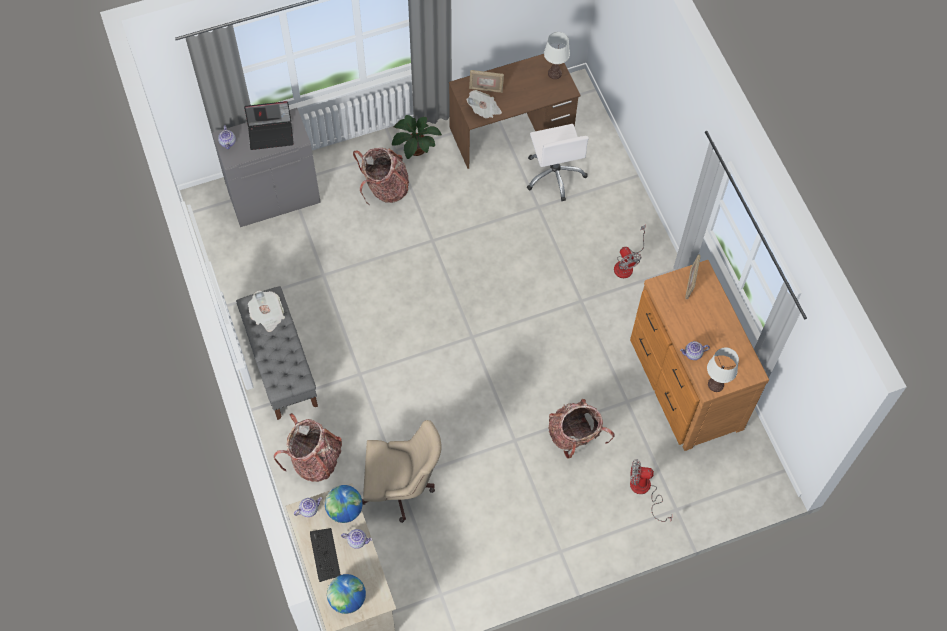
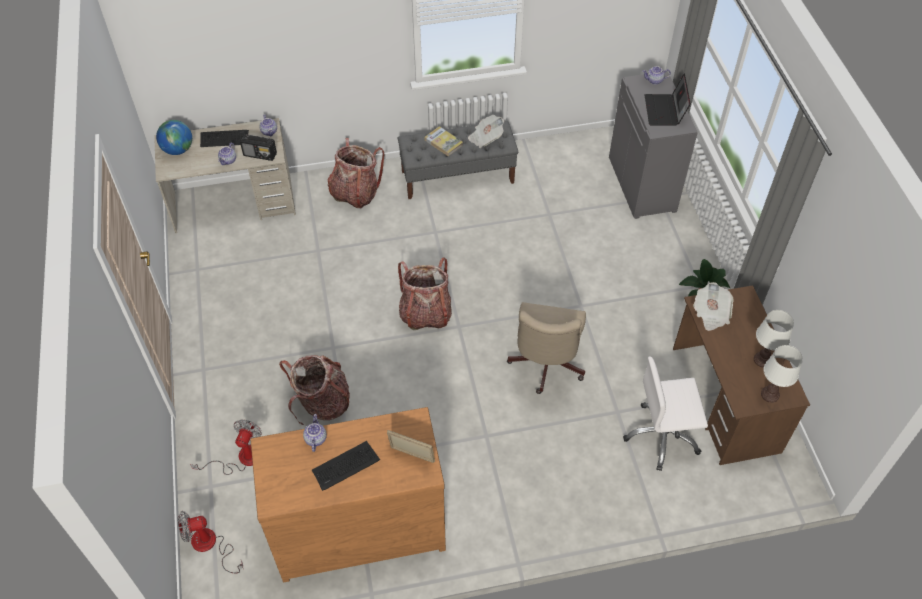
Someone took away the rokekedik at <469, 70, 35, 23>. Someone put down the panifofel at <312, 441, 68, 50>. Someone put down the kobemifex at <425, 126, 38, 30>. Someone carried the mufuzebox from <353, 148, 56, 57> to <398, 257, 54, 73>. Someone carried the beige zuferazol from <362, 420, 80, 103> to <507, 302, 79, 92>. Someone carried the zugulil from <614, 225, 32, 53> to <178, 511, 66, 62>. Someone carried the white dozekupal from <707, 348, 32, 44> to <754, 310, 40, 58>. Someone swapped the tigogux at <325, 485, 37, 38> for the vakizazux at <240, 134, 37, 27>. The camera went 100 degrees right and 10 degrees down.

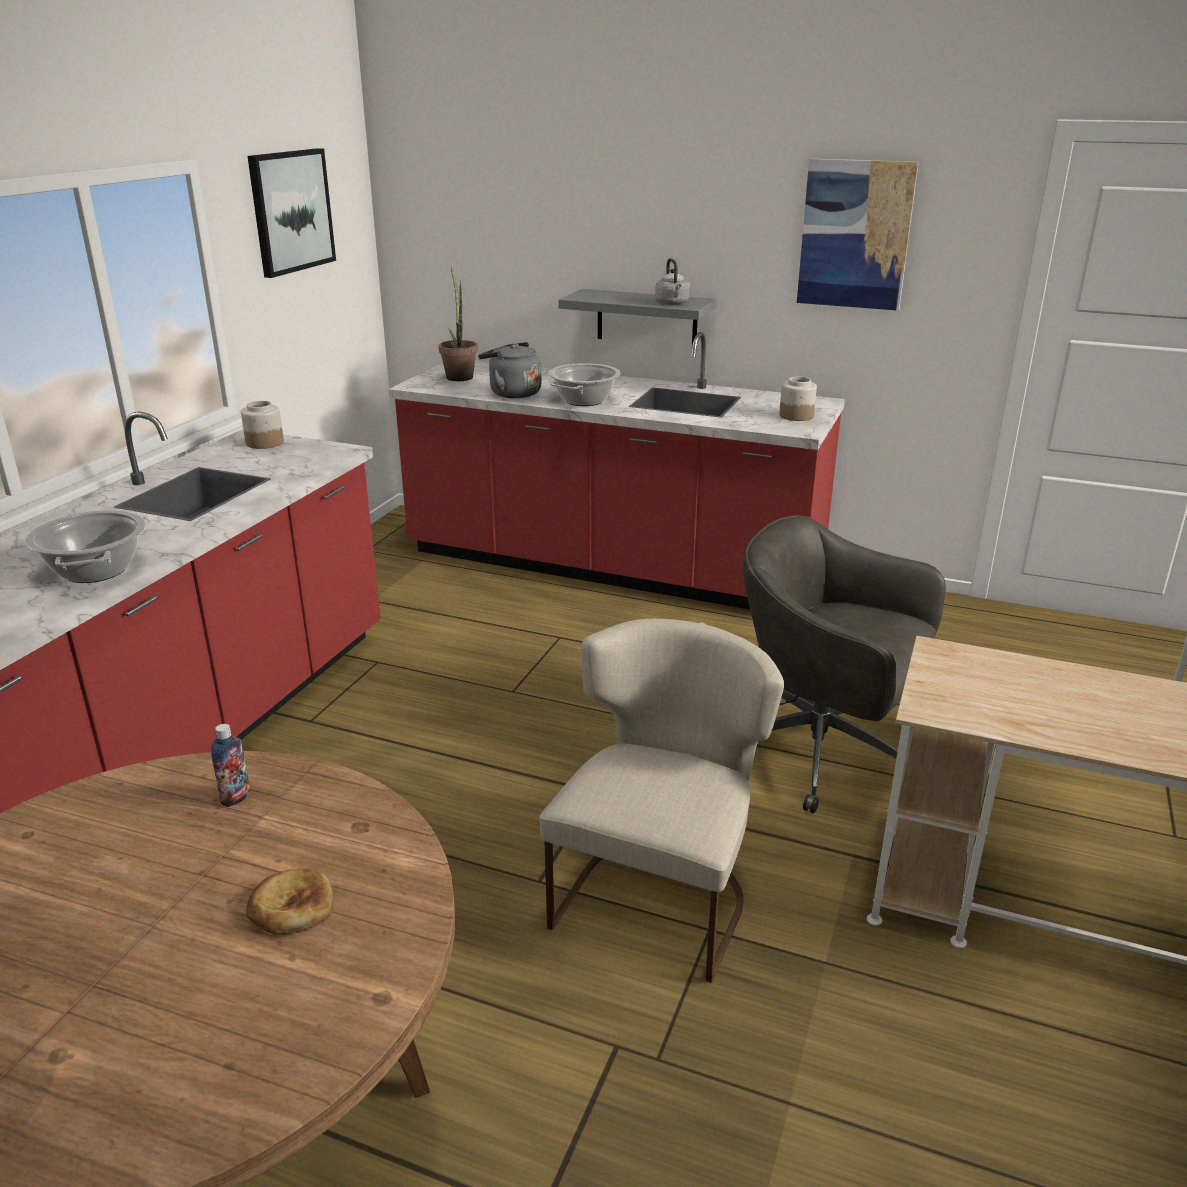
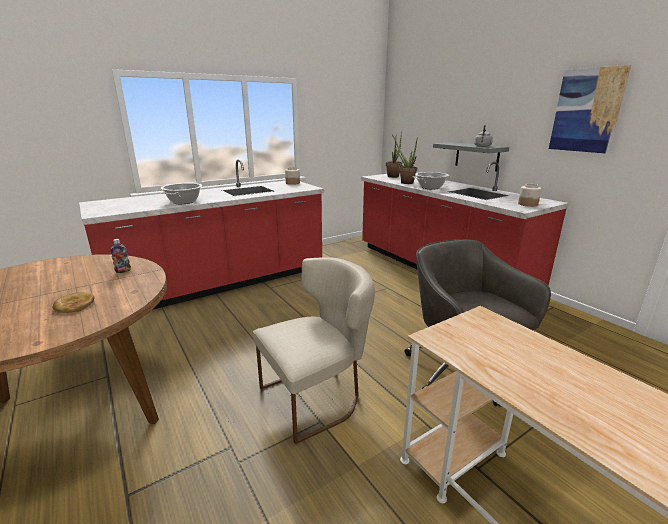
Someone took away the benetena at <247, 148, 89, 130>. Someone swapped the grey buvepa at <478, 342, 63, 56> for the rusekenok at <392, 134, 26, 50>. The camera went 35 degrees right and 5 degrees down.

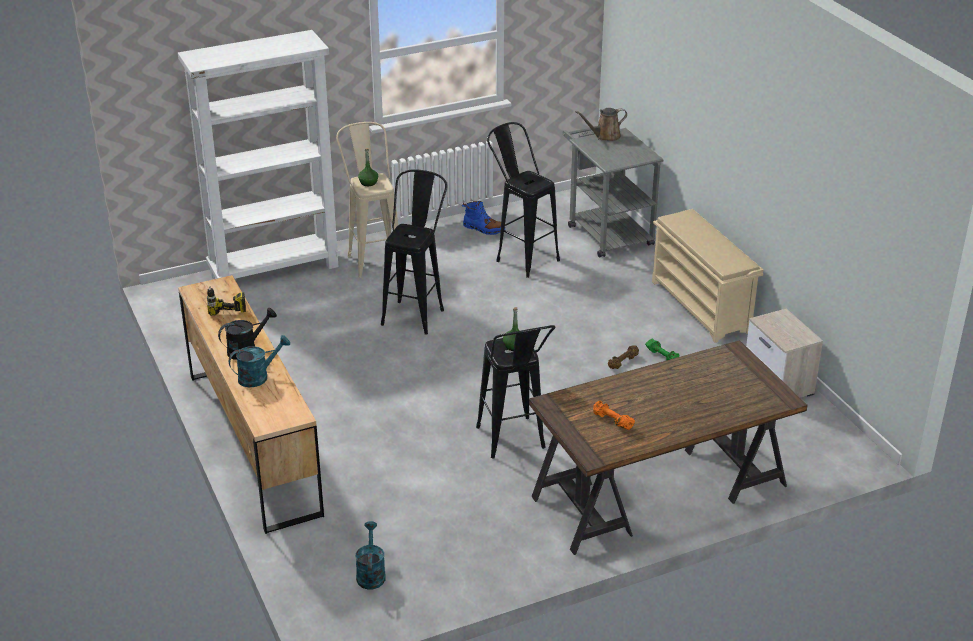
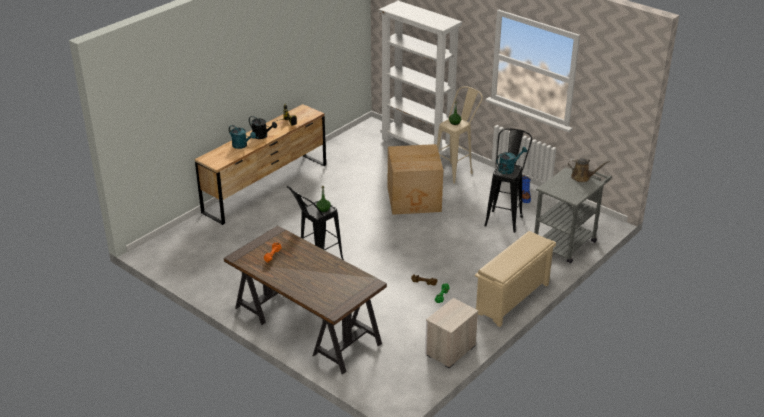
Someone carried the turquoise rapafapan from <356, 521, 30, 69> to <497, 147, 30, 27>. Someone swapped the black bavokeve at <381, 169, 66, 166> for the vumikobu at <388, 144, 55, 71>. Someone rotated the brown rapafapan at <575, 108, 52, 33> by 150 degrees clockwise. The camera went 65 degrees right and 0 degrees up.

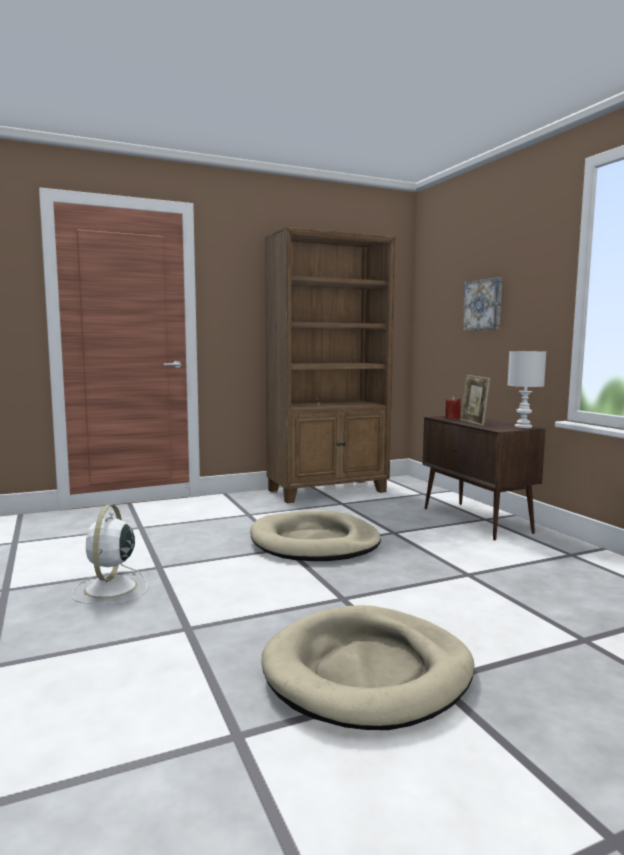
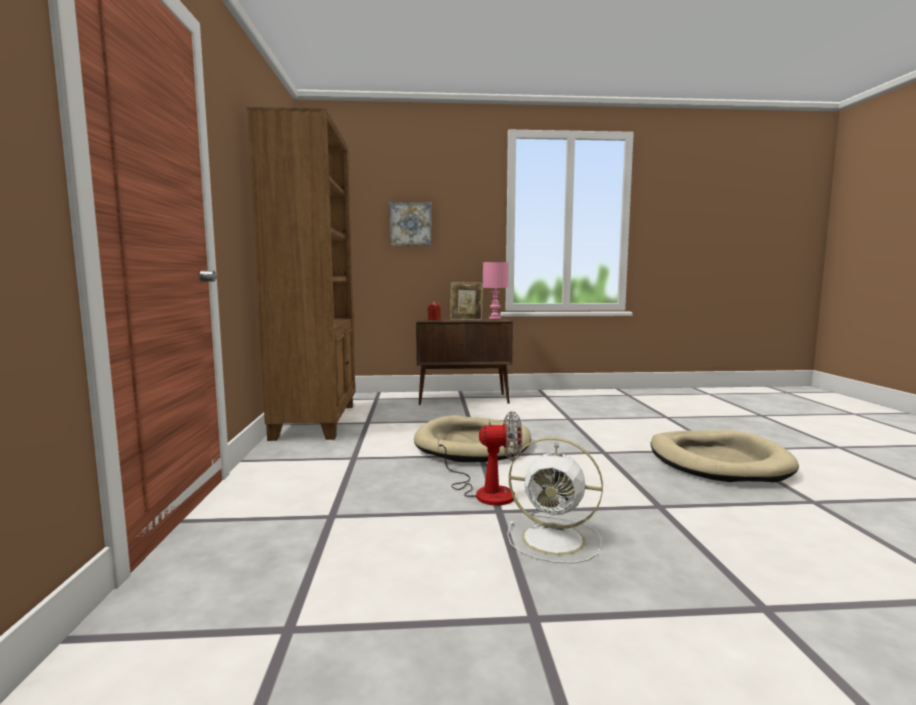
Someone put down the zugulil at <438, 411, 84, 95>. Someone repainted the white dozekupal at <508, 351, 38, 77>, which became the pink dozekupal at <483, 262, 26, 57>. The camera went 70 degrees left and 0 degrees up.

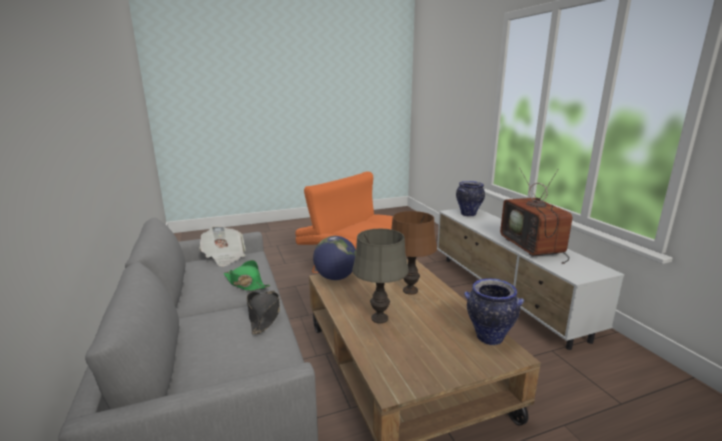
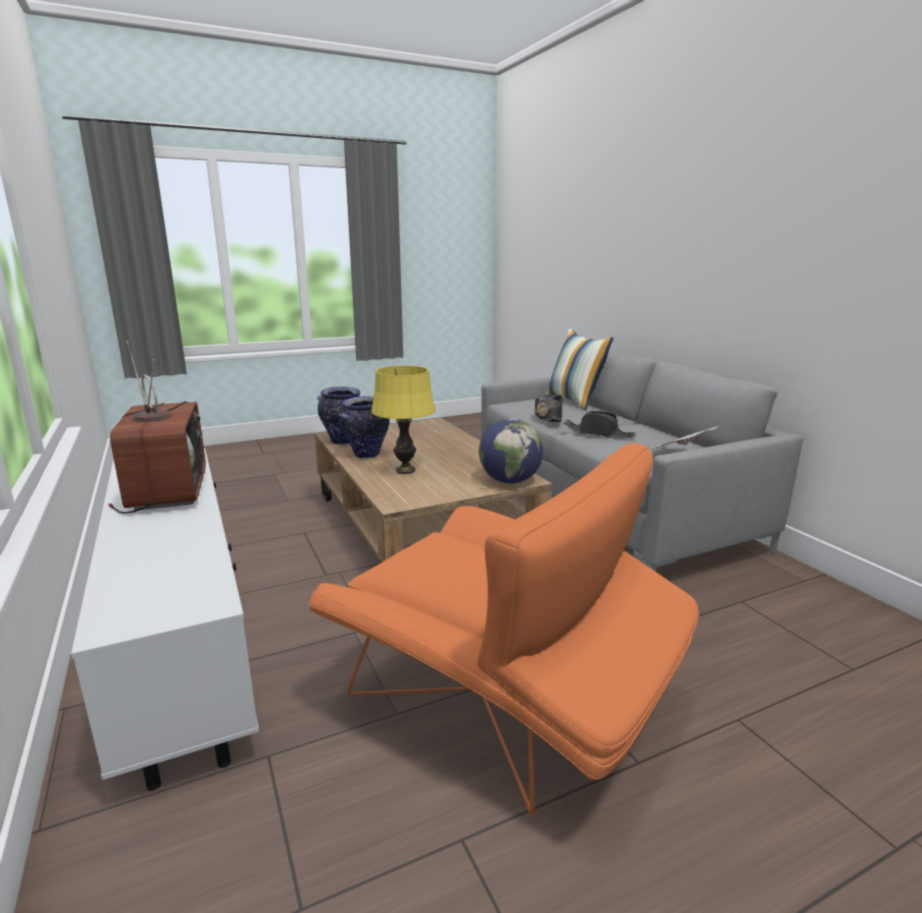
Someone took away the grey dozekupal at <352, 229, 57, 94>. Someone put down the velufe at <546, 329, 68, 81>. Someone carried the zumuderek from <456, 181, 29, 35> to <338, 396, 51, 62>. Someone repainted the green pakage at <224, 260, 46, 31>, which became the black pakage at <564, 411, 72, 28>. Someone repainted the brown dozekupal at <391, 211, 46, 84>, which became the yellow dozekupal at <371, 366, 65, 108>. The camera went 175 degrees right and 0 degrees up.

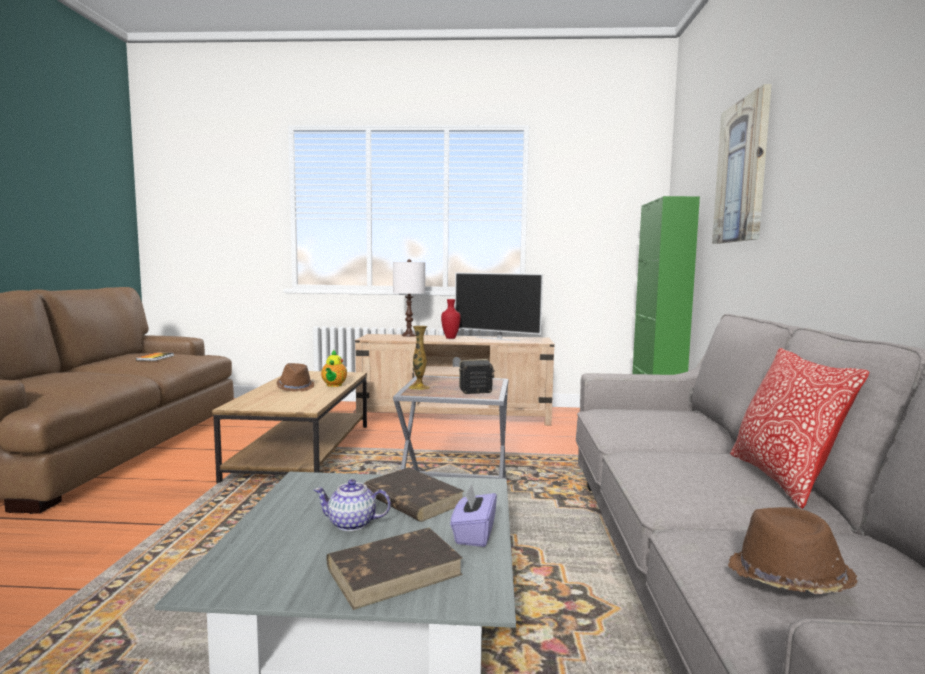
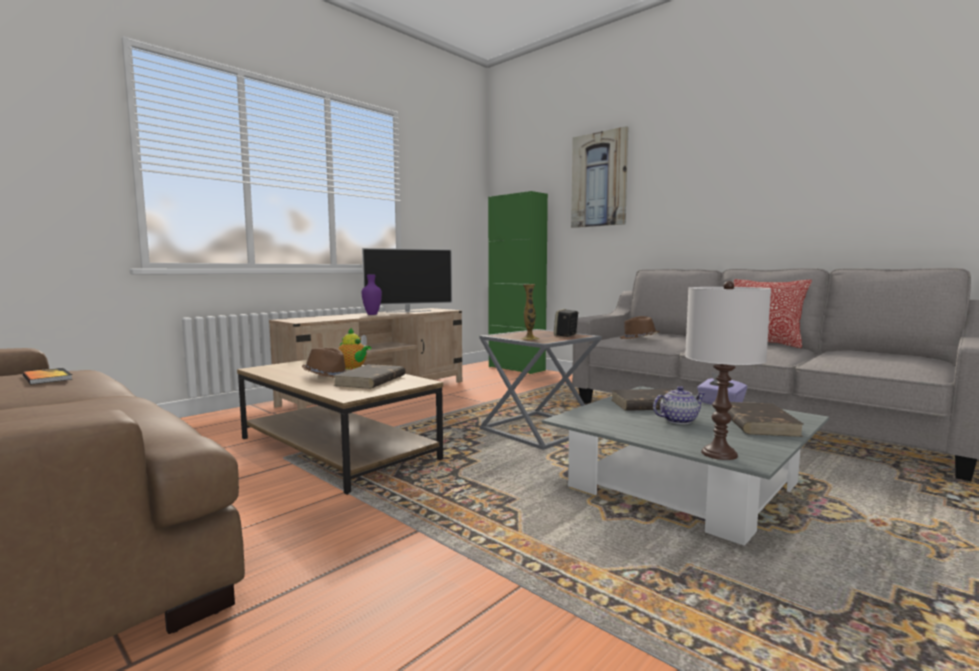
Someone put down the brown kobemifex at <333, 364, 73, 25>. Someone carried the white dozekupal from <393, 259, 32, 78> to <685, 281, 86, 179>. Someone carried the brown pakage from <728, 507, 130, 87> to <620, 316, 39, 23>. Someone repainted the red zumuderek at <441, 299, 20, 40>, which became the purple zumuderek at <362, 275, 20, 40>. Someone rotated the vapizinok at <314, 479, 77, 52> by 150 degrees counterclockwise. The camera went 50 degrees left and 0 degrees up.

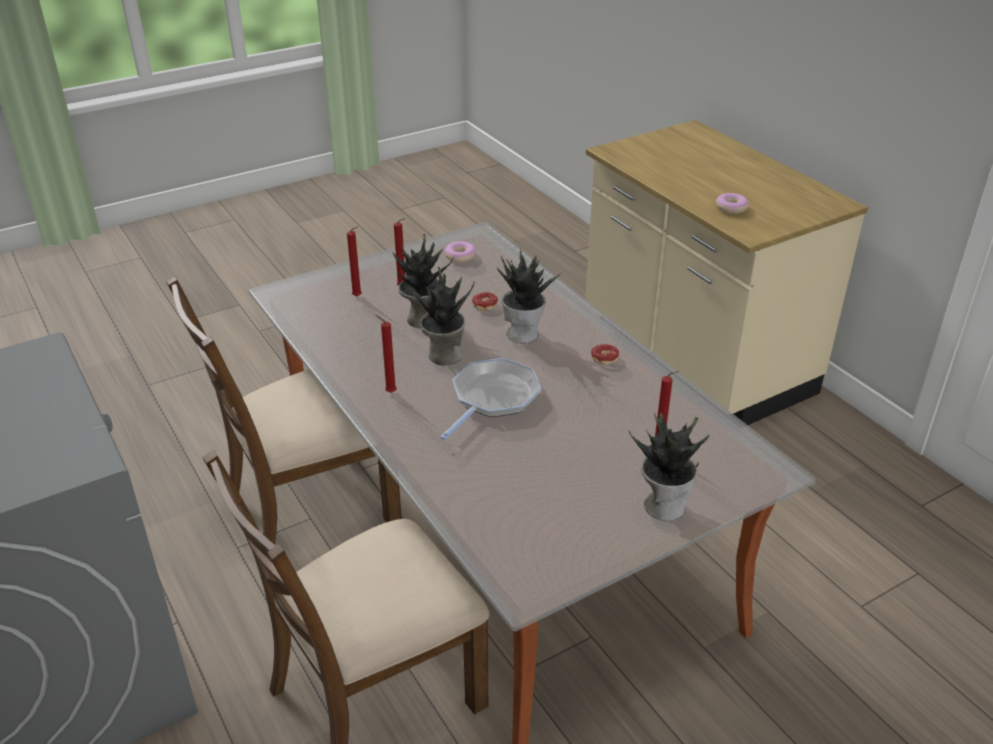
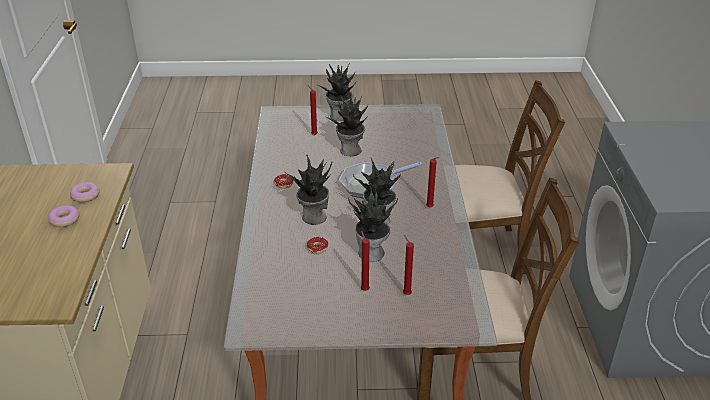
Someone put down the rusekenok at <325, 95, 43, 61>. Someone carried the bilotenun from <444, 241, 32, 22> to <48, 205, 31, 22>. The camera went 150 degrees left and 0 degrees up.

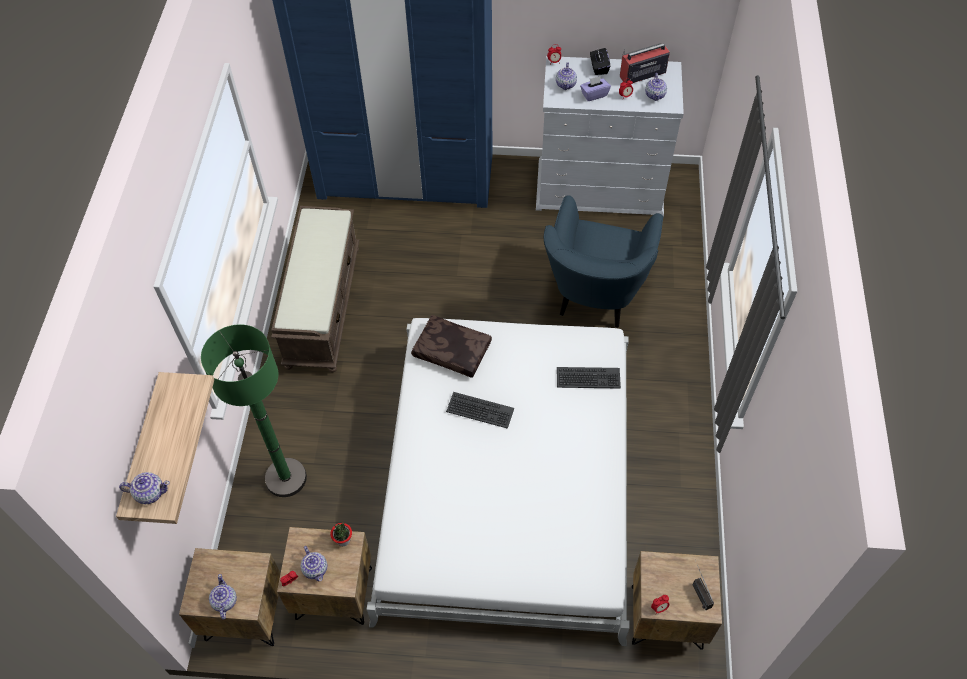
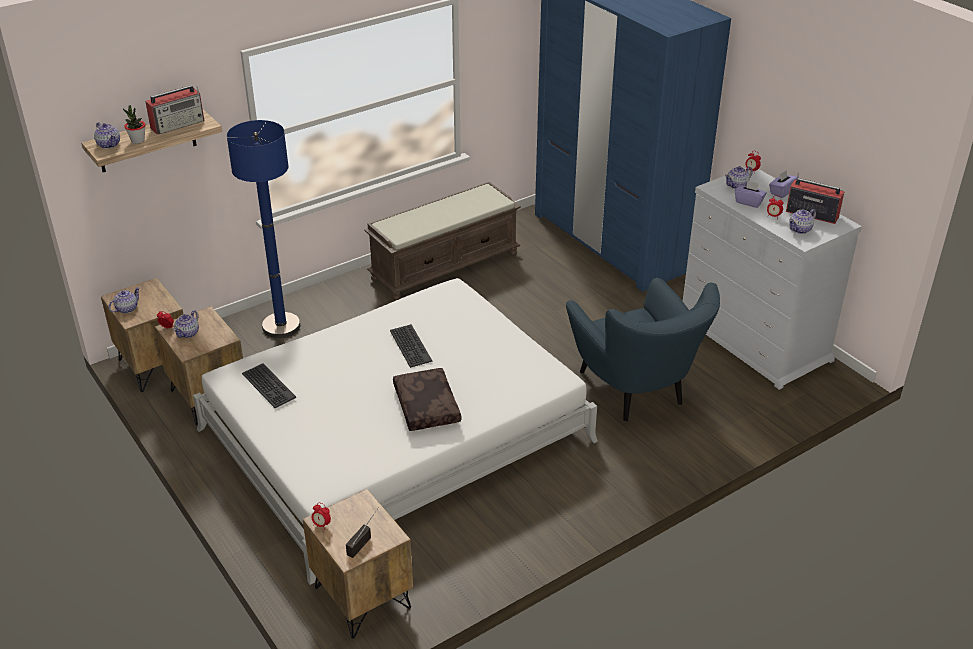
Someone put down the vakizazux at <145, 85, 60, 49>. Someone carried the rusekenok from <330, 523, 22, 23> to <123, 105, 22, 39>. Someone carried the brown velufe from <411, 315, 81, 63> to <393, 368, 68, 63>. Someone carried the panifofel from <557, 367, 64, 22> to <242, 363, 55, 45>. Someone repainted the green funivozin at <201, 324, 106, 173>, which became the blue funivozin at <227, 120, 73, 218>. Someone repainted the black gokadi at <590, 48, 20, 27>, which became the purple gokadi at <769, 170, 30, 28>. Someone rotated the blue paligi at <544, 195, 119, 133> by 90 degrees counterclockwise. The camera went 50 degrees right and 20 degrees down.

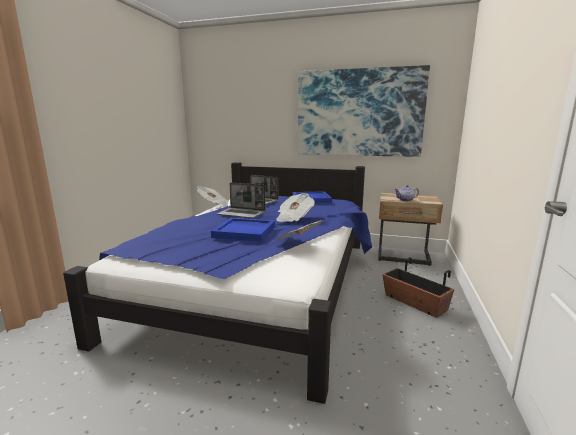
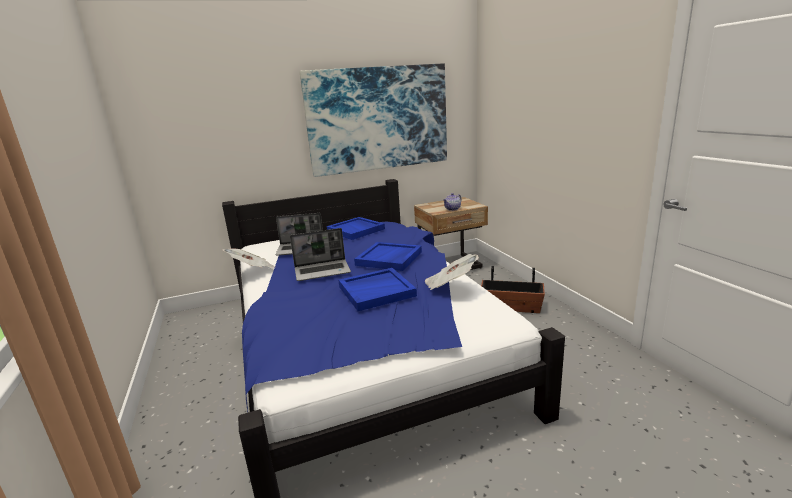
Someone swapped the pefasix at <276, 193, 39, 29> for the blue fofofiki at <354, 242, 68, 29>. The camera went 35 degrees left and 5 degrees up.

